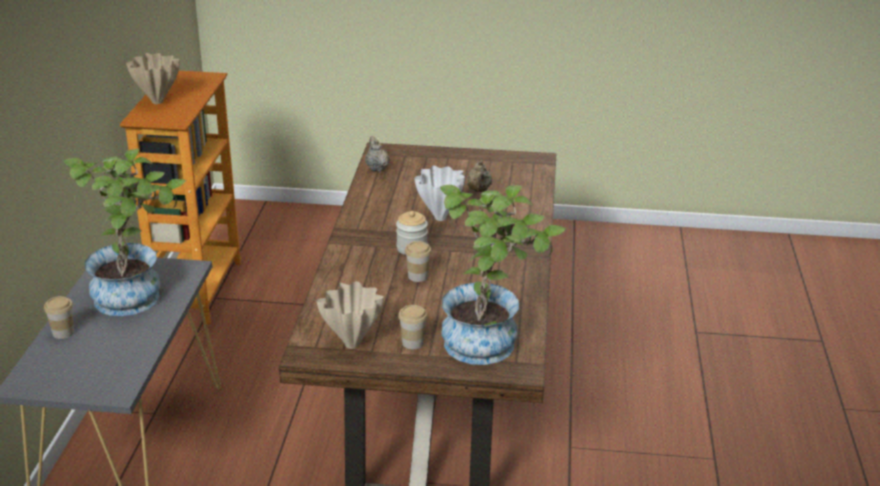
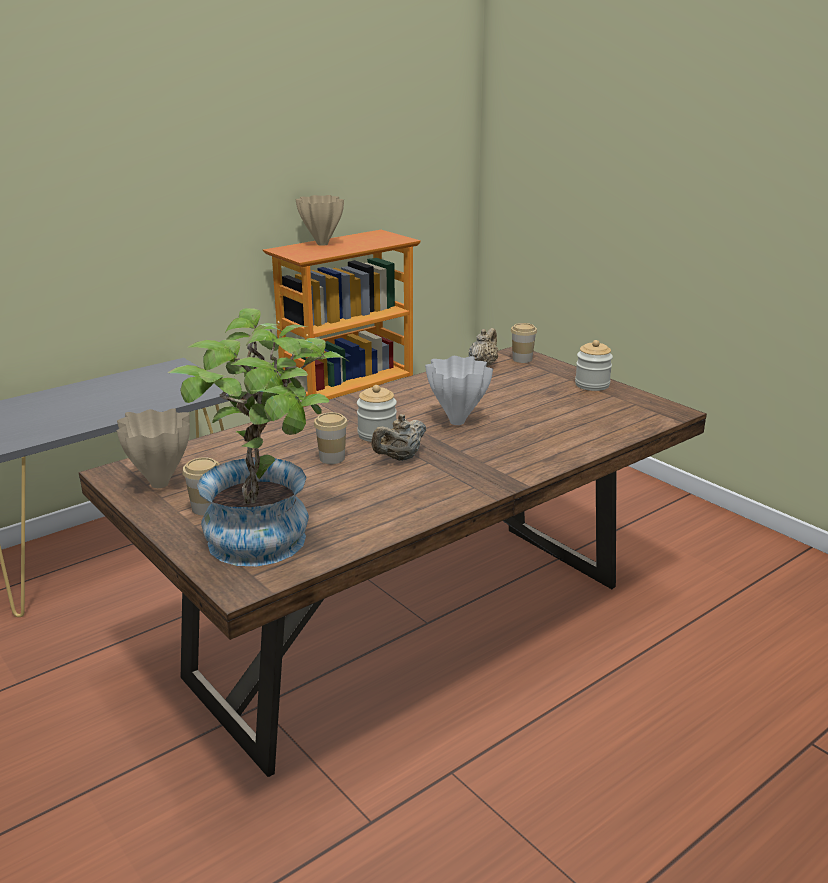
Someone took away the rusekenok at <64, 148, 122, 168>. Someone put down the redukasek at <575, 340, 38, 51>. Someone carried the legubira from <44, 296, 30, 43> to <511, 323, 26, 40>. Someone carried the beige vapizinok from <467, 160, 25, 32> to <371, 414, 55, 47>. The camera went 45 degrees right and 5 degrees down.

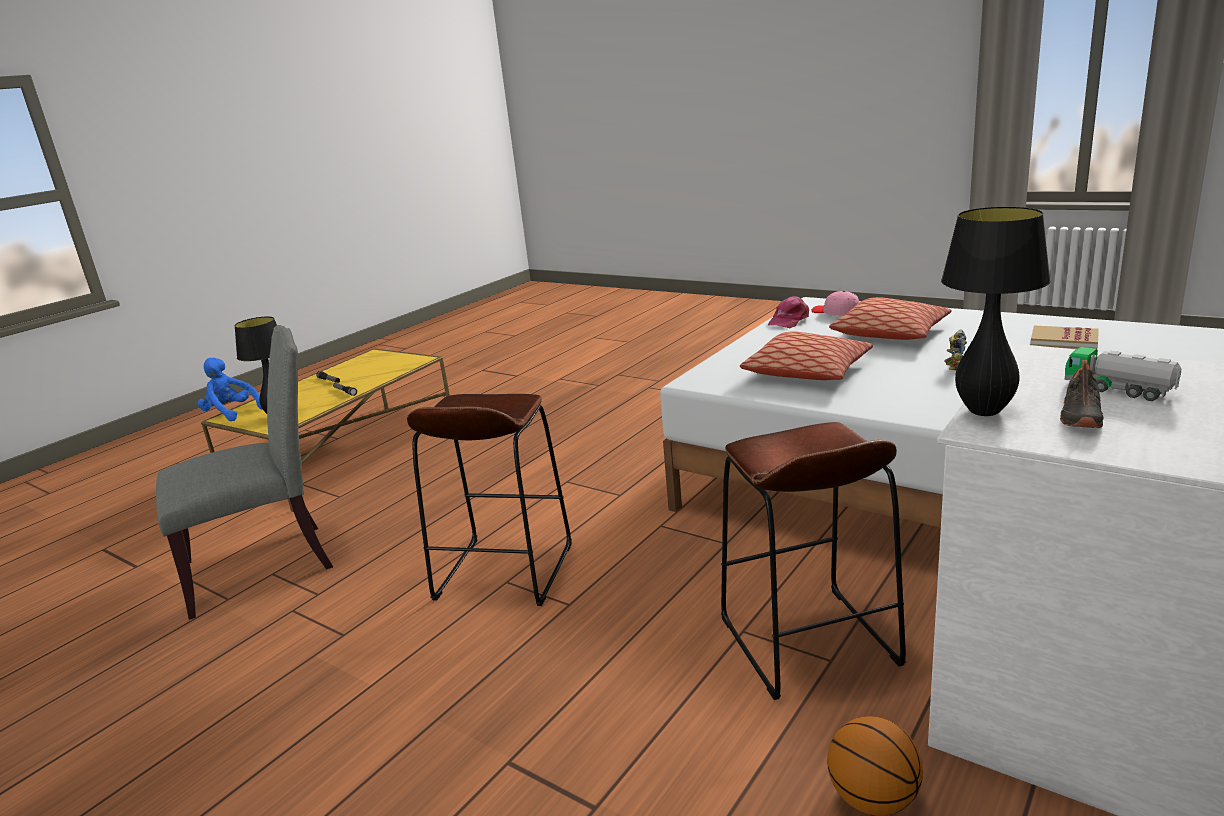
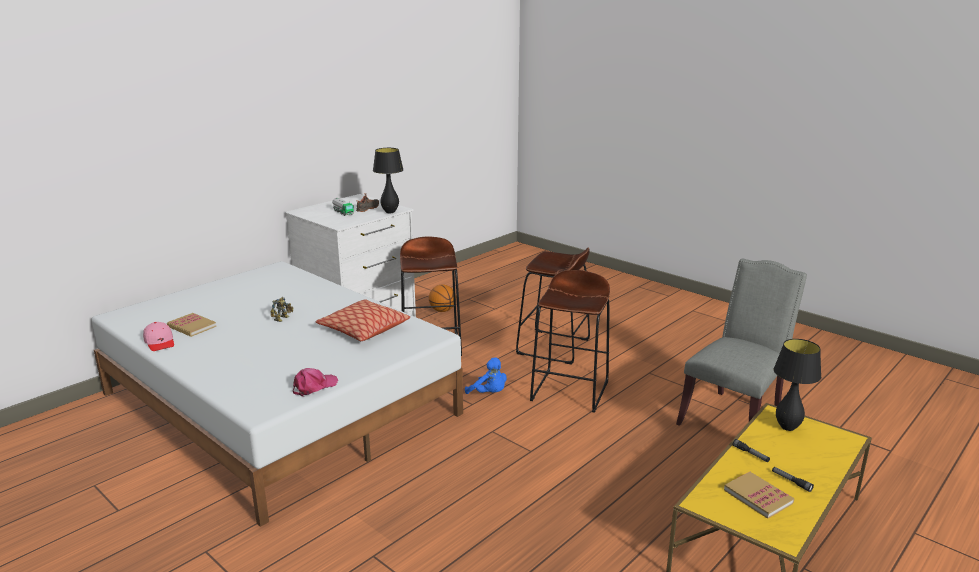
Someone took away the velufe at <829, 297, 123, 43>. Someone put down the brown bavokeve at <516, 248, 74, 117>. Someone put down the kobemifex at <724, 472, 70, 47>. Someone carried the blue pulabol from <197, 358, 65, 63> to <465, 357, 42, 37>. Someone carried the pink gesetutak from <811, 291, 48, 25> to <143, 322, 31, 29>. Someone rotated the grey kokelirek at <156, 325, 177, 295> by 150 degrees clockwise. The camera went 175 degrees left and 0 degrees up.

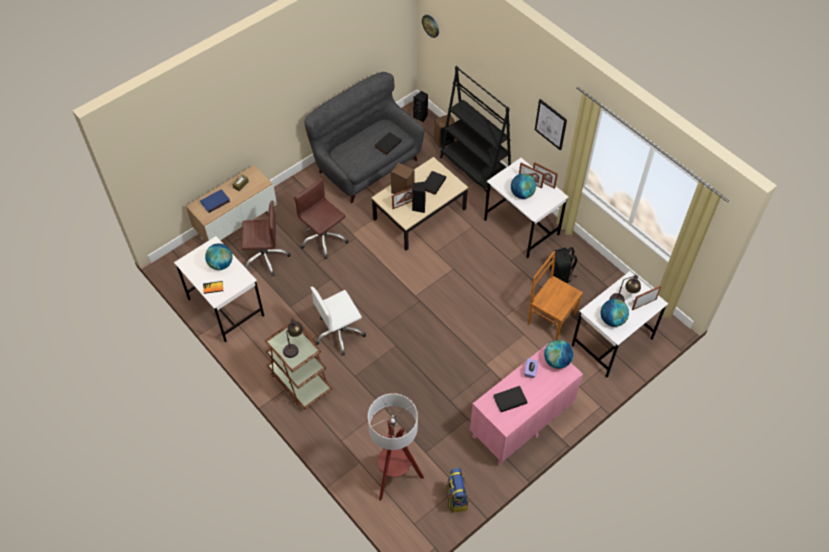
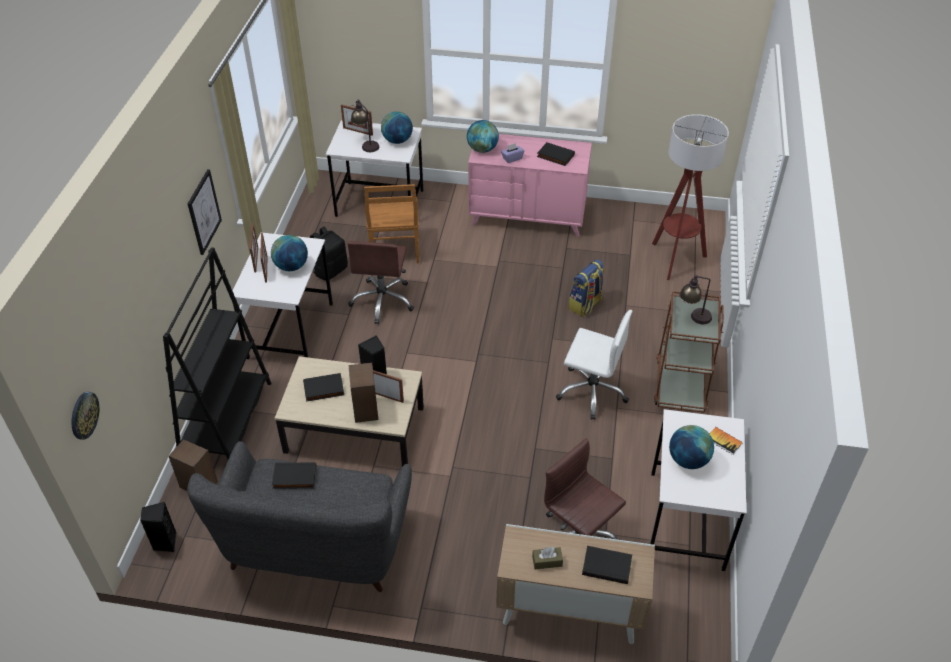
Someone carried the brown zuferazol from <294, 178, 55, 81> to <347, 241, 67, 83>. Someone carried the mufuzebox from <444, 468, 25, 45> to <568, 260, 37, 57>. Someone repainted the blue kobemifex at <200, 189, 30, 24>, which became the black kobemifex at <582, 545, 50, 39>. The camera went 130 degrees left and 10 degrees down.

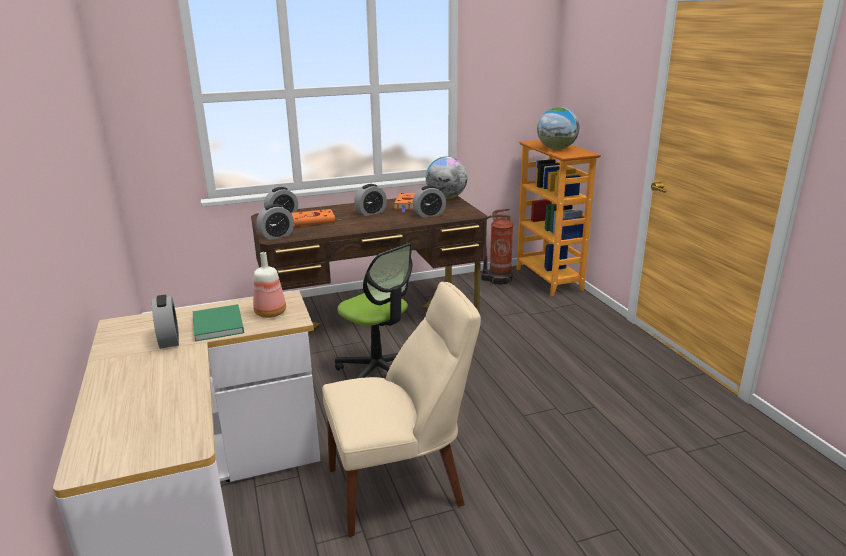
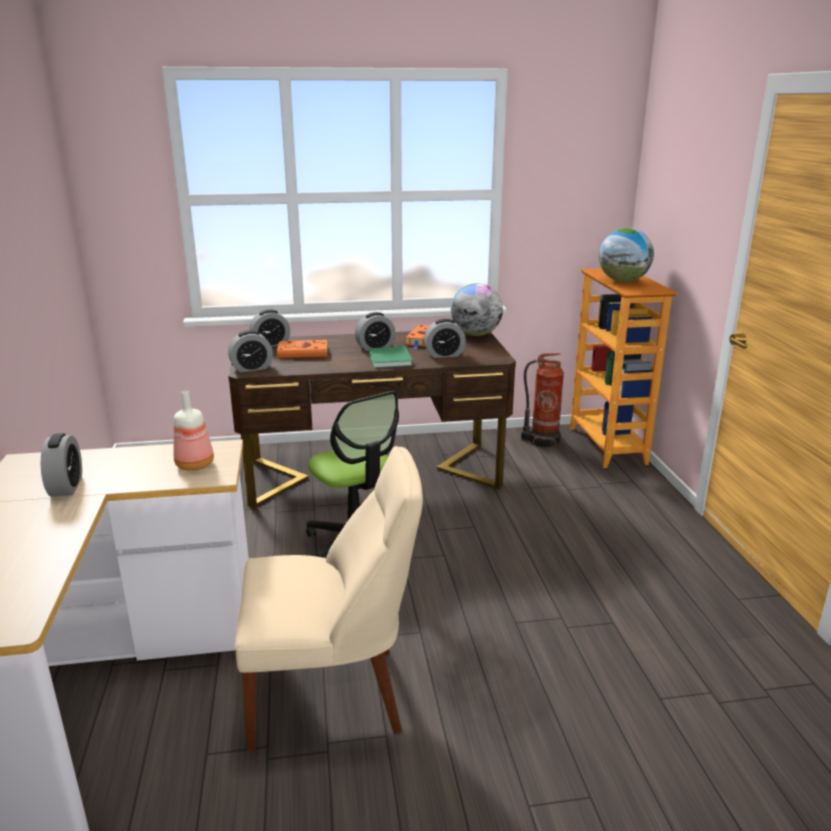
Someone carried the green kobemifex from <193, 304, 51, 38> to <369, 346, 44, 22>. The camera went 10 degrees right and 0 degrees up.

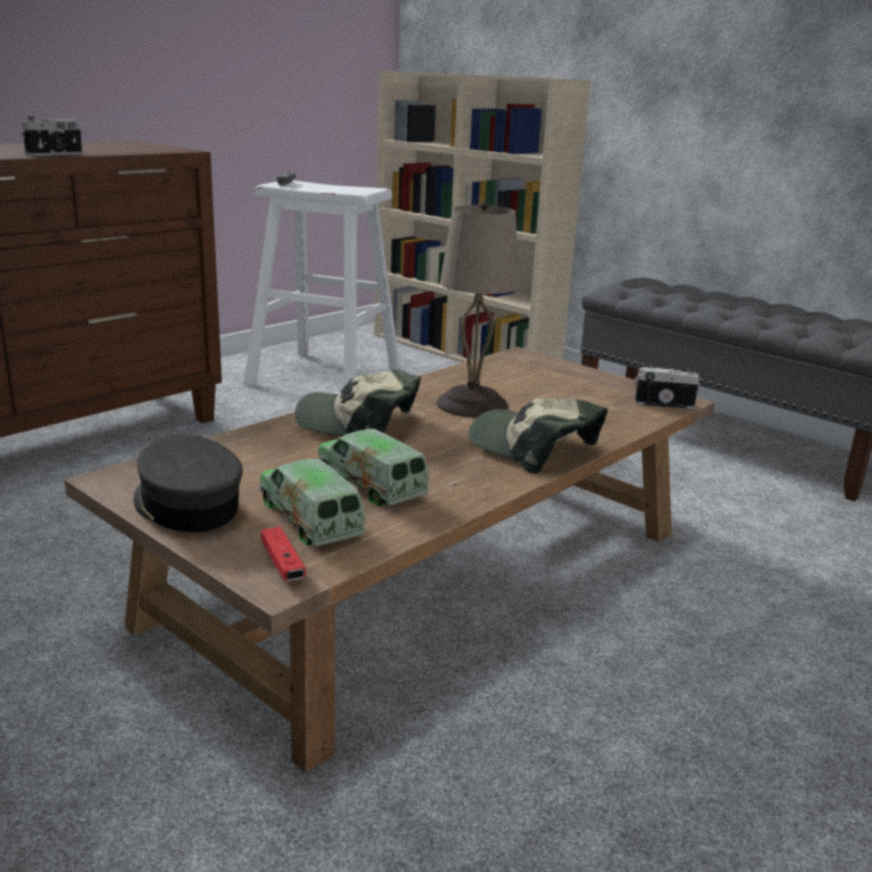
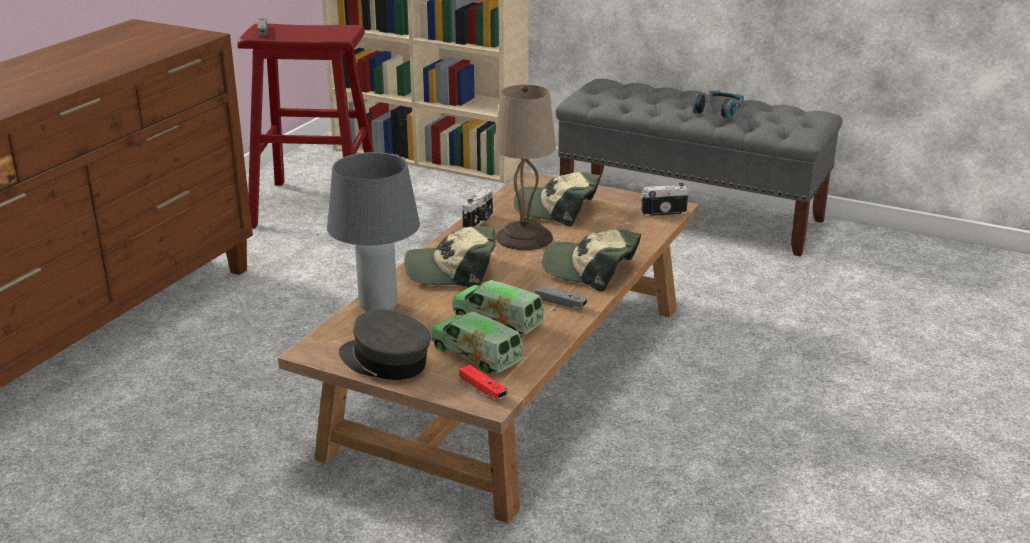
Someone put down the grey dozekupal at <327, 152, 93, 159>. Someone put down the gesetutak at <514, 172, 87, 54>. Someone put down the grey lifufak at <535, 286, 52, 22>. Someone put down the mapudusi at <692, 91, 52, 28>. Someone carried the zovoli from <21, 116, 61, 40> to <462, 188, 31, 40>. Someone repainted the white bavokeve at <244, 180, 156, 207>, which became the red bavokeve at <238, 23, 136, 205>. The camera went 15 degrees left and 5 degrees up.

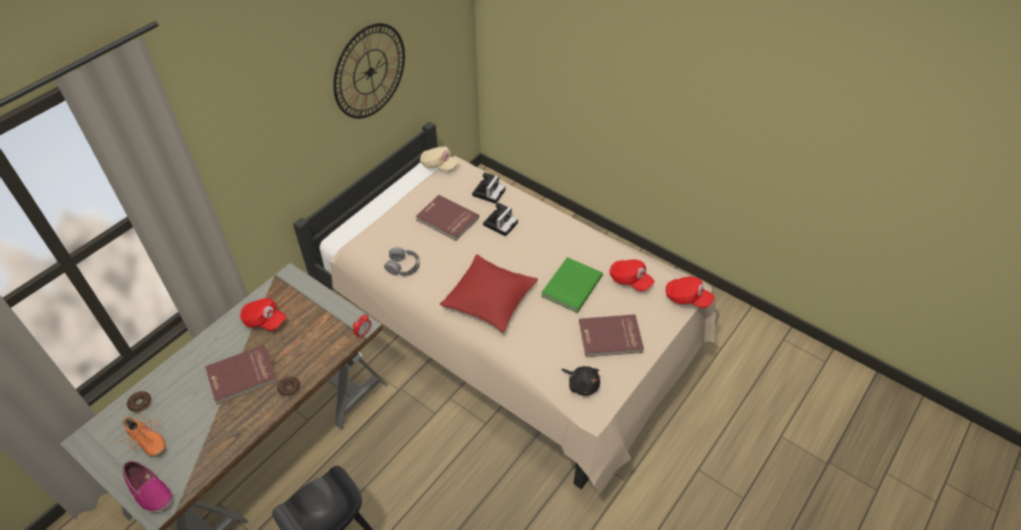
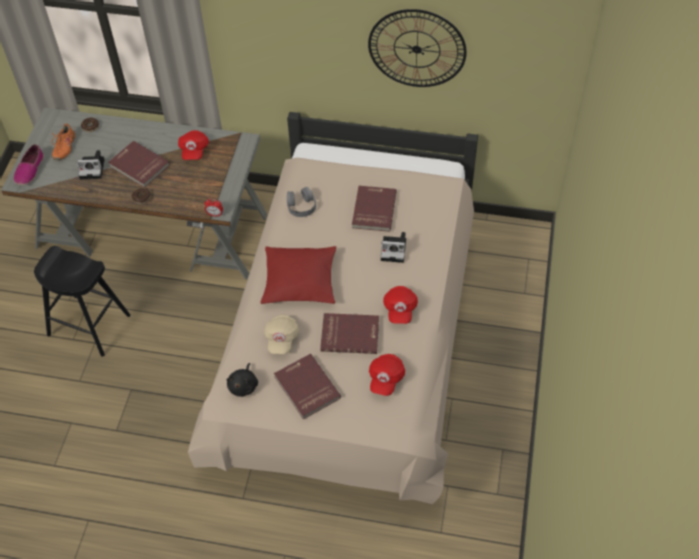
Someone carried the beige gesetutak from <420, 147, 39, 24> to <264, 315, 35, 39>. Someone carried the zovoli from <472, 172, 33, 32> to <77, 150, 27, 29>. Someone carried the red gesetutak from <666, 276, 49, 32> to <383, 286, 35, 38>. Someone repainted the green kobemifex at <541, 257, 62, 56>, which became the red kobemifex at <320, 313, 59, 41>. The camera went 65 degrees right and 5 degrees up.

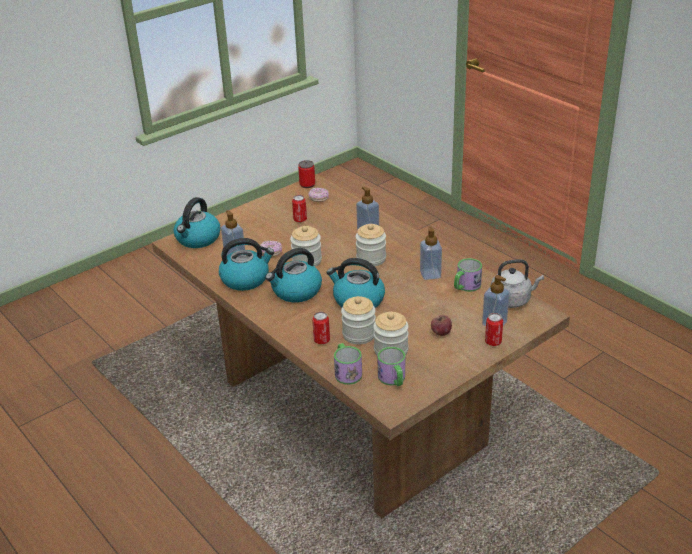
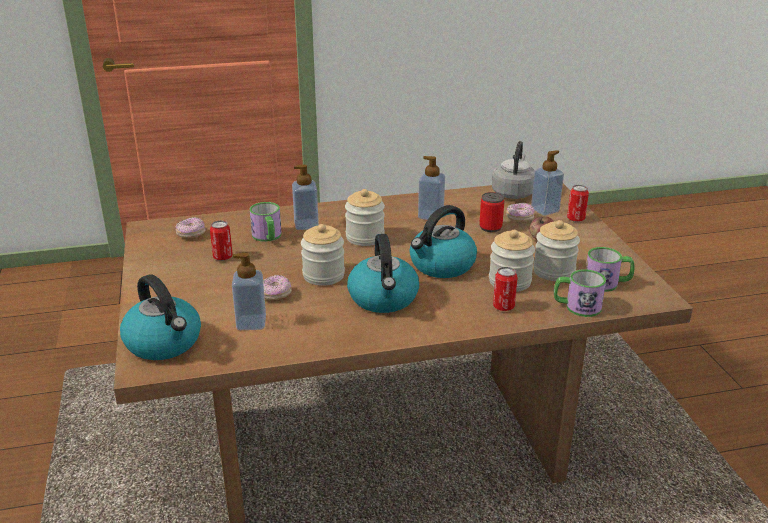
Someone took away the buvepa at <219, 238, 56, 53>. Someone put down the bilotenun at <506, 203, 29, 19>. Someone carried the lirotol from <298, 160, 17, 28> to <479, 192, 25, 40>. Someone carried the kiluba from <454, 258, 28, 34> to <250, 202, 32, 40>. The camera went 65 degrees left and 5 degrees down.

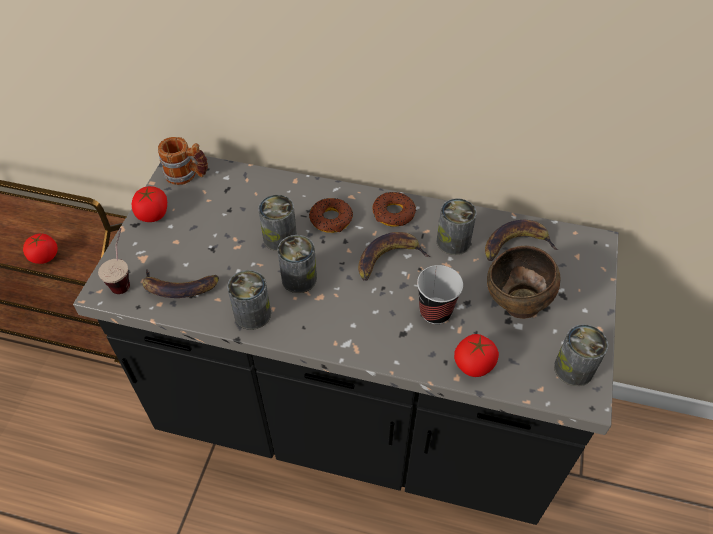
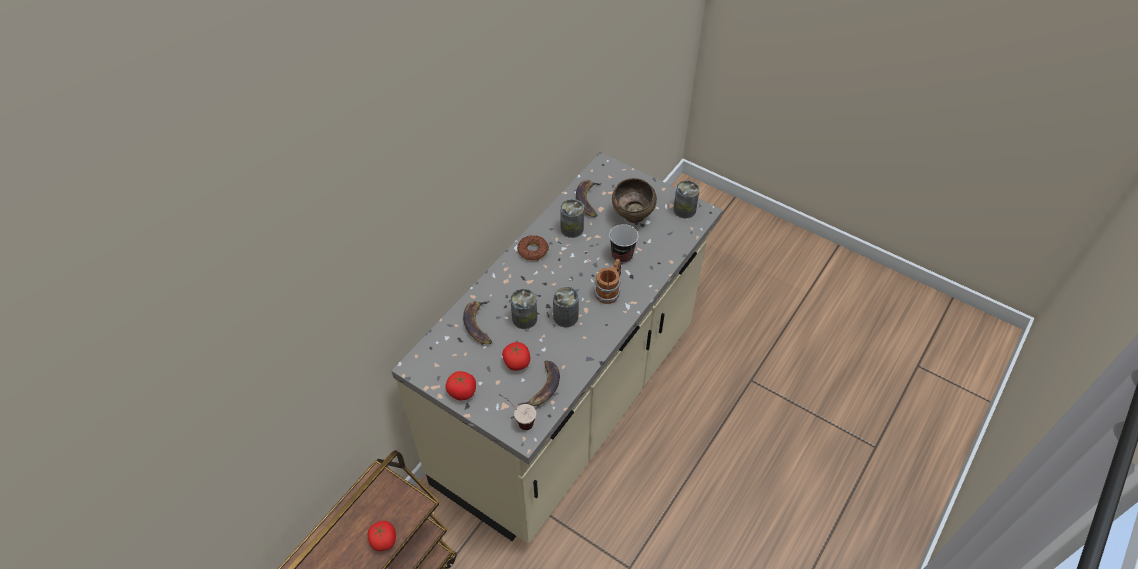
Someone took away the lirotol at <227, 270, 44, 60>. Someone took away the bilotenun at <309, 198, 44, 35>. Someone carried the kiluba from <158, 137, 50, 48> to <594, 259, 27, 45>. Someone carried the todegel from <358, 232, 73, 49> to <463, 301, 29, 43>. Someone carried the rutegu from <454, 334, 45, 43> to <502, 342, 28, 29>. Someone repainted the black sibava at <73, 156, 545, 369>, which became the beige sibava at <391, 152, 332, 392>. The camera went 70 degrees left and 0 degrees up.

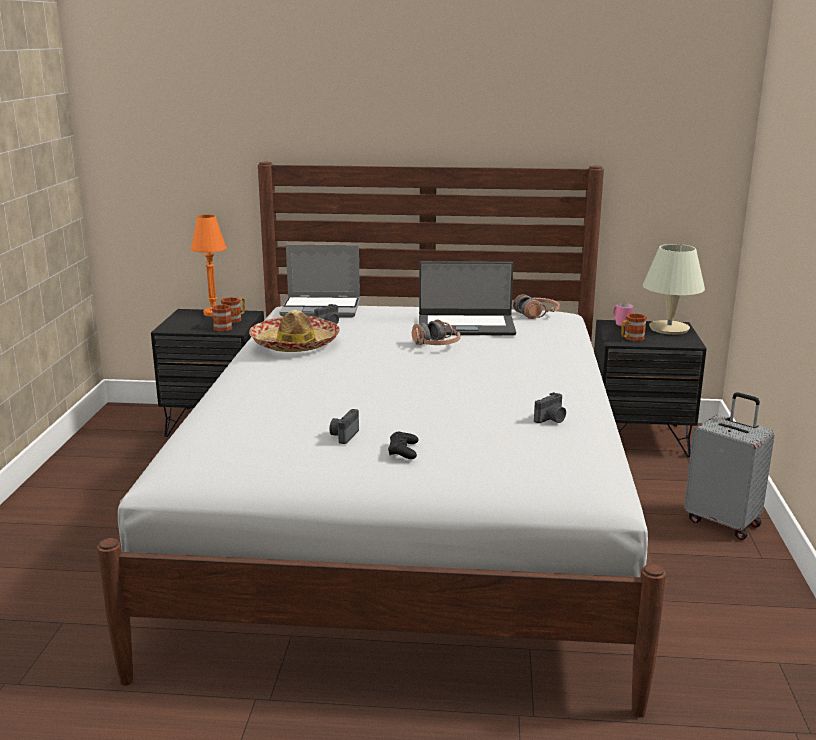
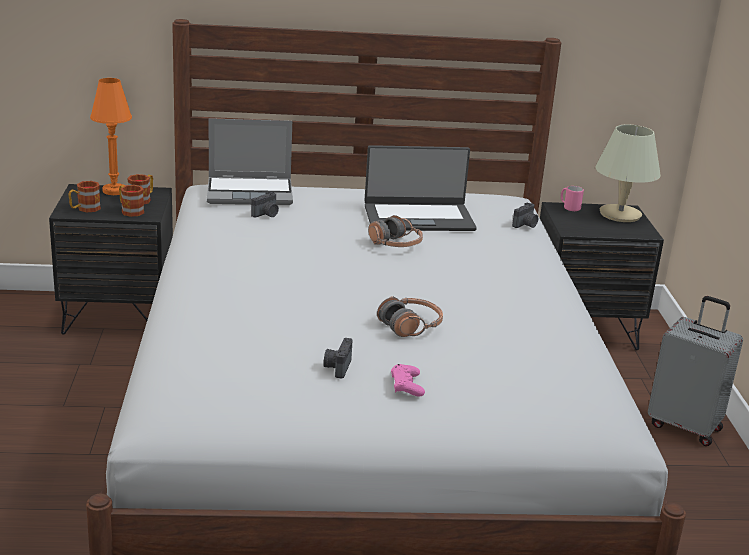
Someone took away the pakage at <249, 310, 91, 42>. Someone carried the mapudusi from <513, 294, 47, 25> to <377, 296, 66, 41>. Someone carried the zovoli from <534, 392, 32, 31> to <512, 202, 26, 26>. Someone carried the kiluba from <621, 313, 26, 28> to <68, 181, 33, 32>. Someone repainted the black lifufak at <388, 432, 31, 27>, which became the pink lifufak at <391, 364, 34, 33>. The camera went 10 degrees left and 5 degrees up.

